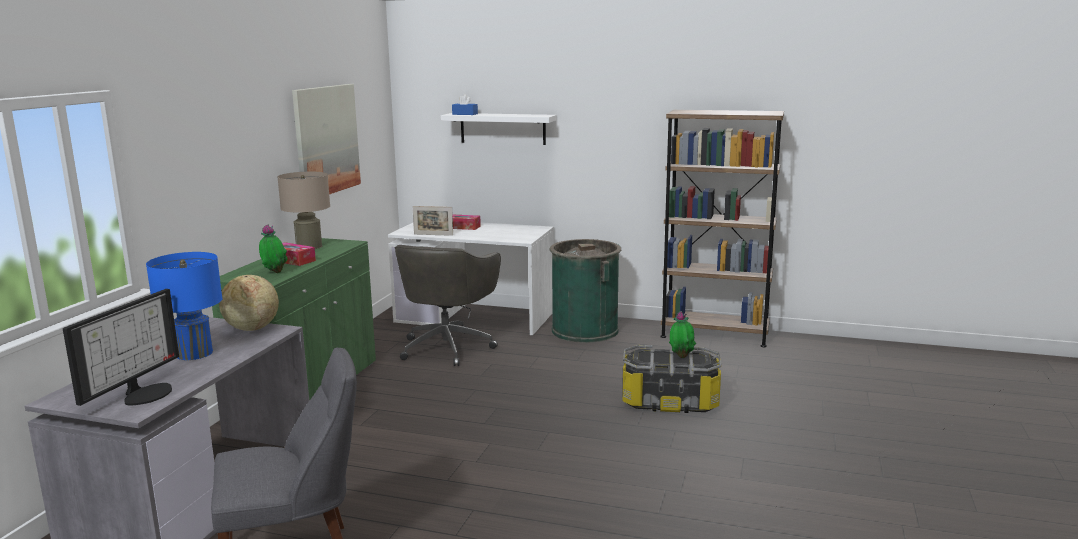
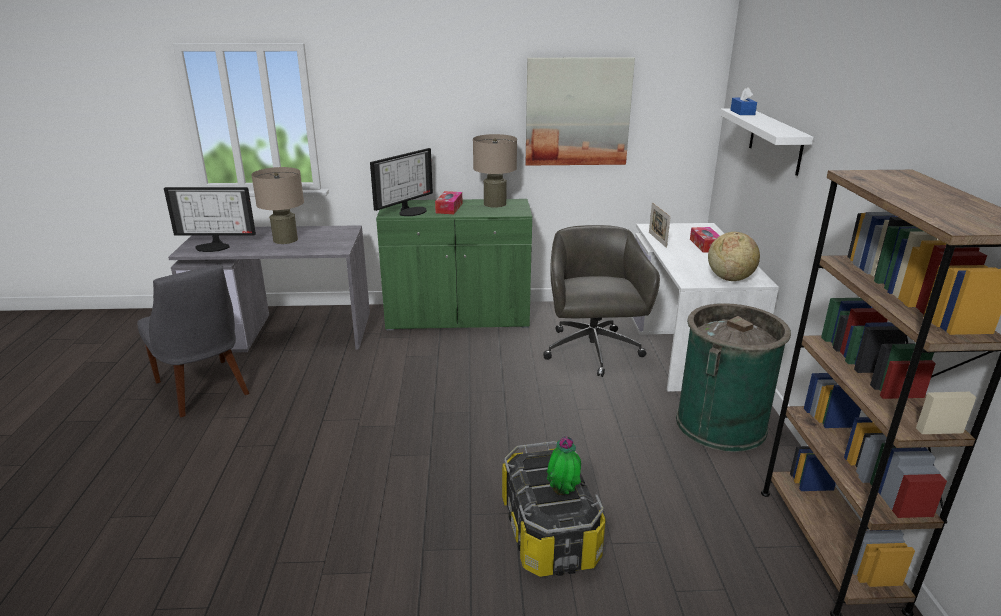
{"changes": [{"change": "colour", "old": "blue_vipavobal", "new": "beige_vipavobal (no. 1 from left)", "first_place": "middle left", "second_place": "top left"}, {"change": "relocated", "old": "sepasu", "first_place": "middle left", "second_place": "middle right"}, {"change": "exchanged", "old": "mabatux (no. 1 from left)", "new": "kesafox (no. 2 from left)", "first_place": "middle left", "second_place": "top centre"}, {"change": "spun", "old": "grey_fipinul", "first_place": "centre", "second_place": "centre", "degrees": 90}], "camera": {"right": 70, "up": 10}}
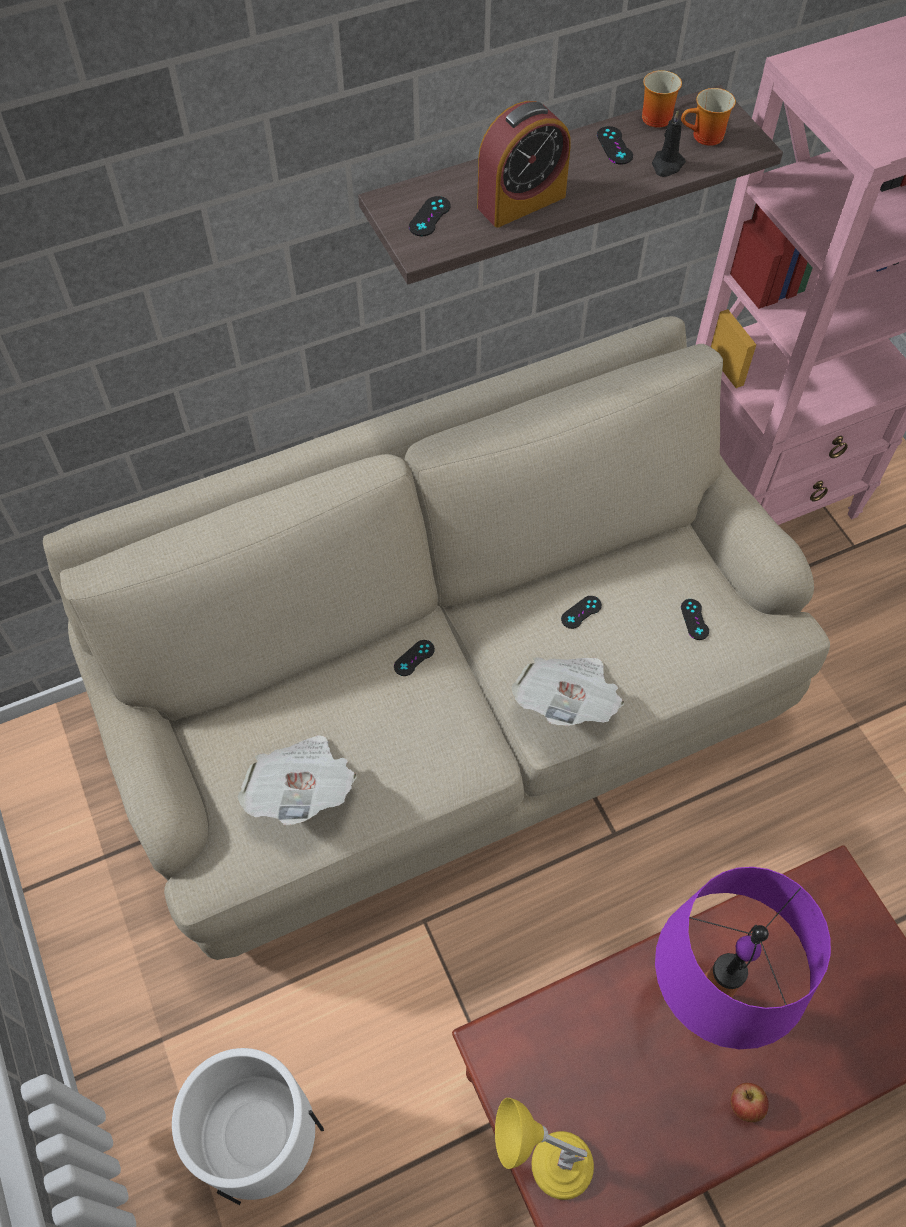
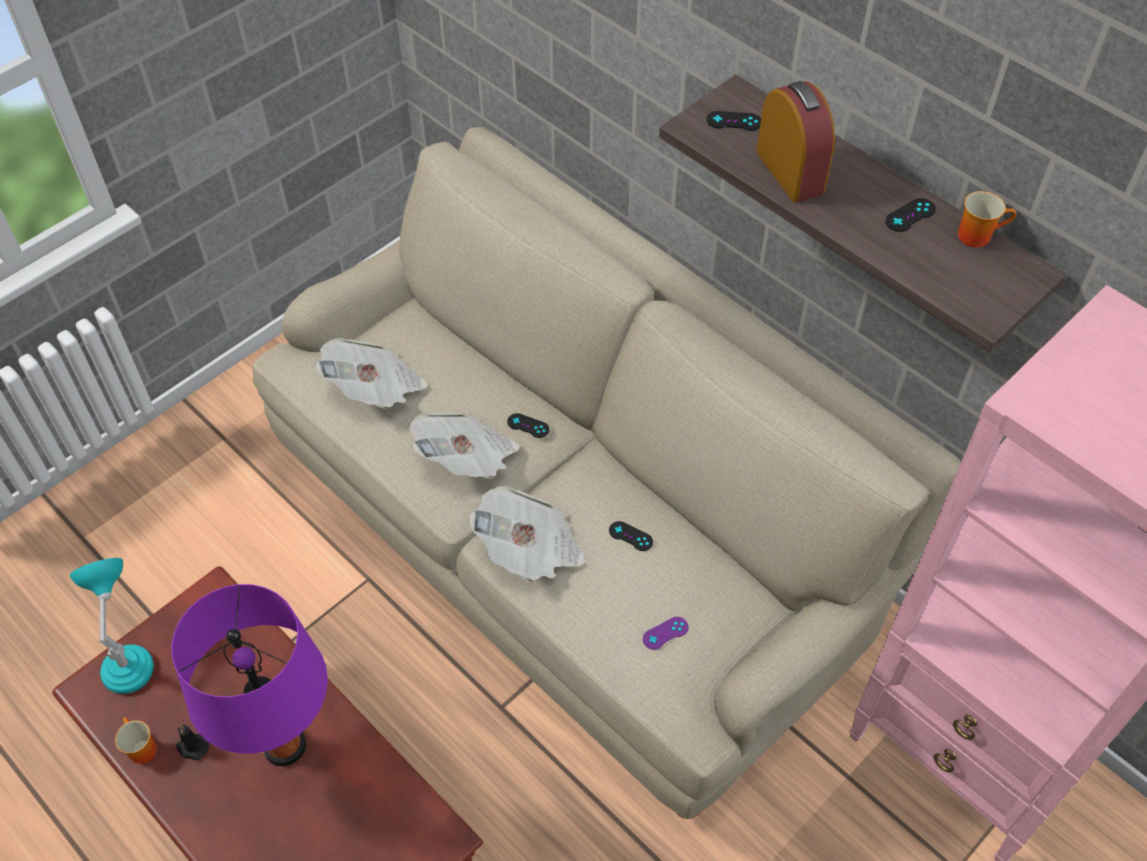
{"changes": [{"change": "missing", "old": "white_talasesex", "first_place": "bottom left"}, {"change": "spun", "old": "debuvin", "first_place": "top centre", "second_place": "top right", "degrees": -150}, {"change": "colour", "old": "yellow_vipavobal", "new": "turquoise_vipavobal", "first_place": "bottom centre", "second_place": "bottom left"}, {"change": "relocated", "old": "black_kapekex", "first_place": "top right", "second_place": "bottom left"}, {"change": "relocated", "old": "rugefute (no. 2 from left in the first image)", "new": "rugefute (no. 1 from left)", "first_place": "top right", "second_place": "bottom left"}, {"change": "colour", "old": "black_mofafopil (no. 5 from left)", "new": "purple_mofafopil", "first_place": "middle right", "second_place": "bottom centre"}, {"change": "missing", "old": "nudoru", "first_place": "bottom right"}, {"change": "appeared", "new": "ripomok (no. 2 from left)", "second_place": "centre"}], "camera": {"right": 70, "up": -5}}
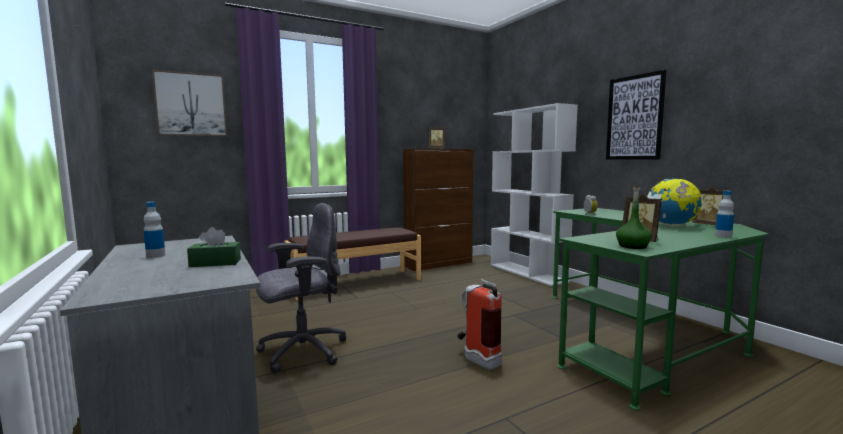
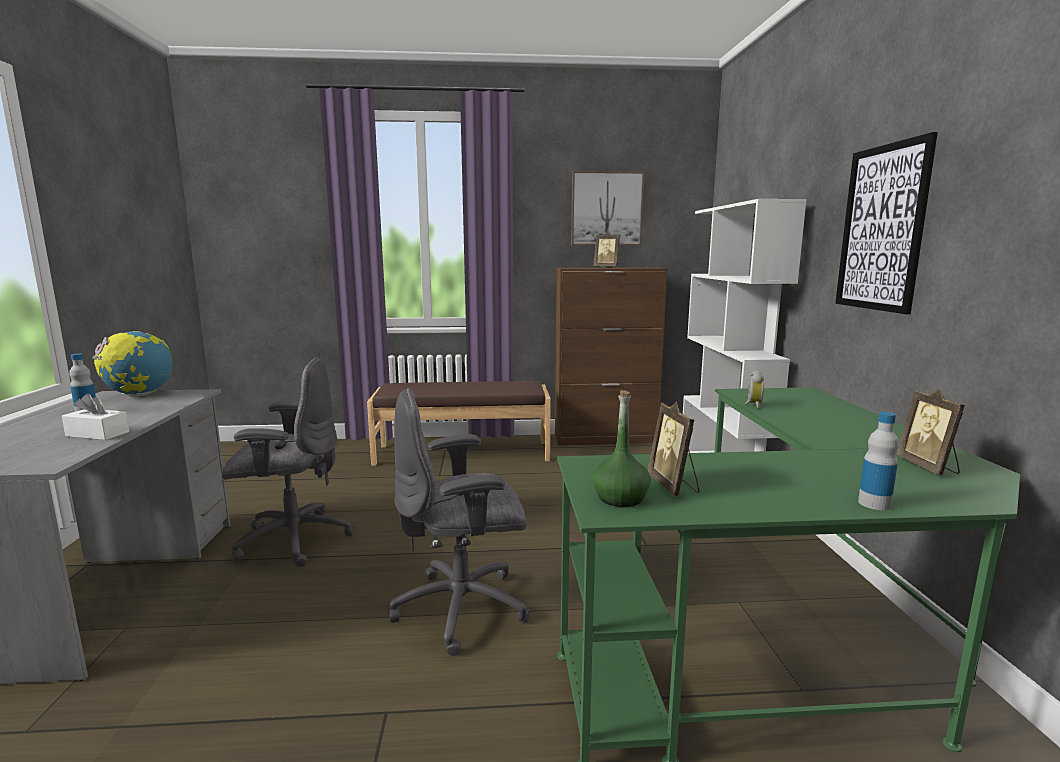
{"changes": [{"change": "relocated", "old": "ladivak (no. 1 from left)", "first_place": "top left", "second_place": "top centre"}, {"change": "colour", "old": "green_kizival", "new": "white_kizival", "first_place": "middle left", "second_place": "middle left"}, {"change": "exchanged", "old": "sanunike", "new": "grey_fipinul (no. 2 from left)", "first_place": "bottom centre", "second_place": "bottom centre"}, {"change": "relocated", "old": "sepasu", "first_place": "middle right", "second_place": "middle left"}], "camera": {"right": 25, "up": 5}}
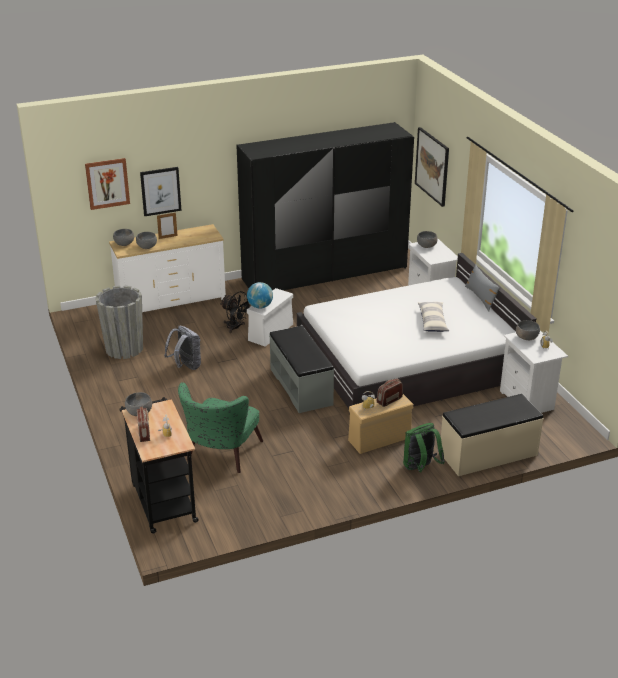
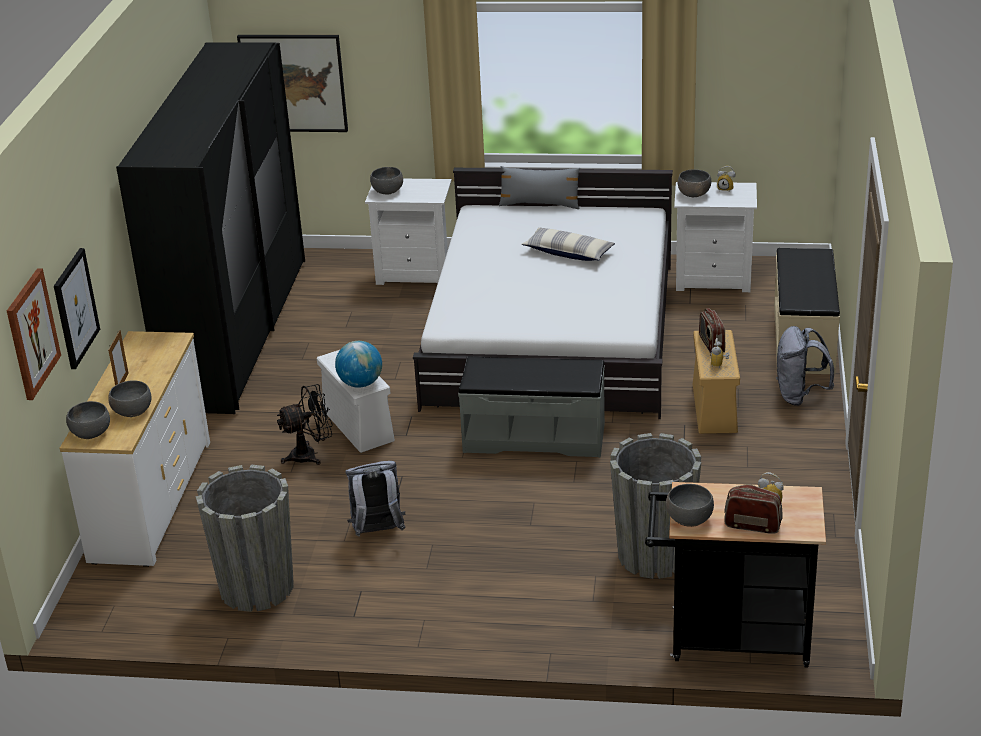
{"changes": [{"change": "exchanged", "old": "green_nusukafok", "new": "grey_talasesex (no. 2 from left)", "first_place": "centre", "second_place": "bottom right"}, {"change": "colour", "old": "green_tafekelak", "new": "grey_tafekelak (no. 2 from left)", "first_place": "middle right", "second_place": "middle right"}], "camera": {"right": -60, "up": 0}}
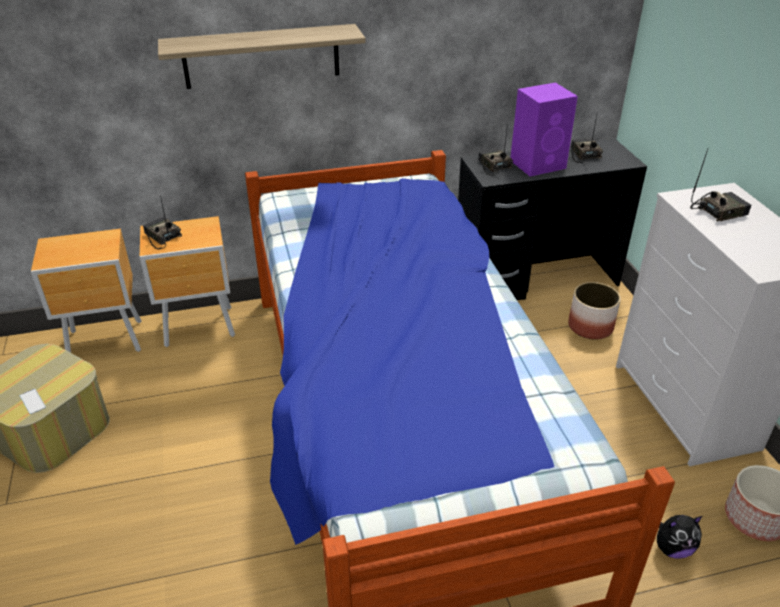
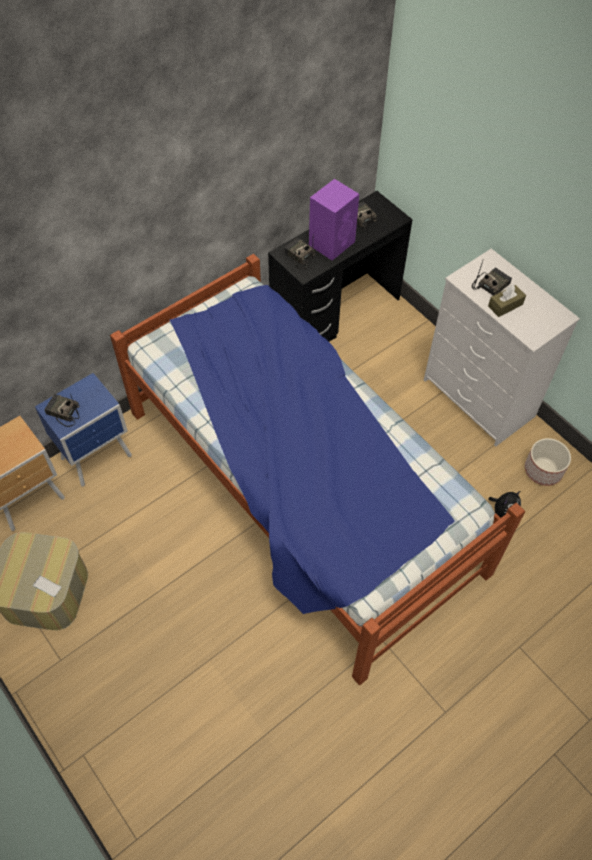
{"changes": [{"change": "colour", "old": "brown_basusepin (no. 2 from left)", "new": "blue_basusepin", "first_place": "middle left", "second_place": "middle left"}, {"change": "missing", "old": "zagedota", "first_place": "top centre"}, {"change": "missing", "old": "talasesex (no. 1 from left)", "first_place": "middle right"}, {"change": "appeared", "new": "brown_kizival", "second_place": "middle right"}], "camera": {"right": -25, "up": 20}}
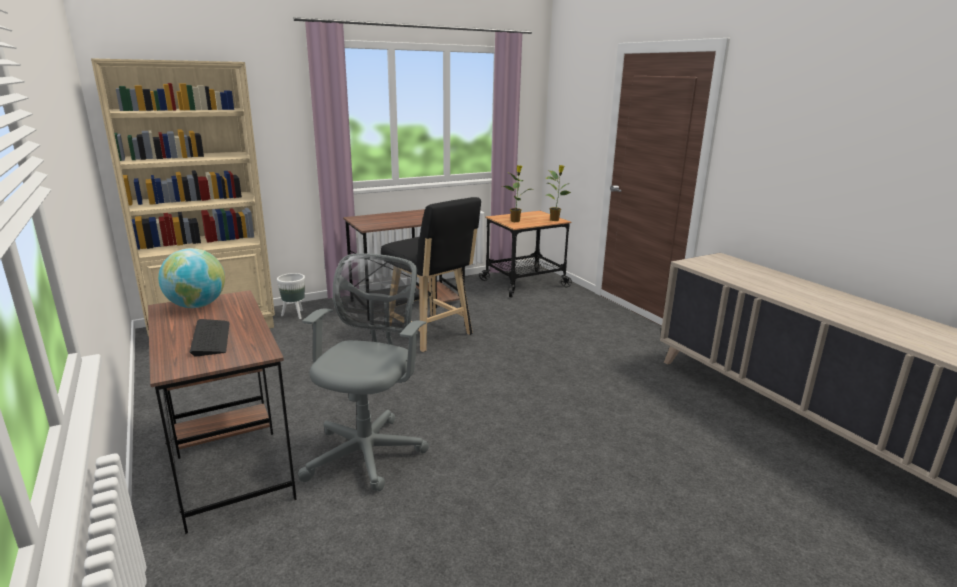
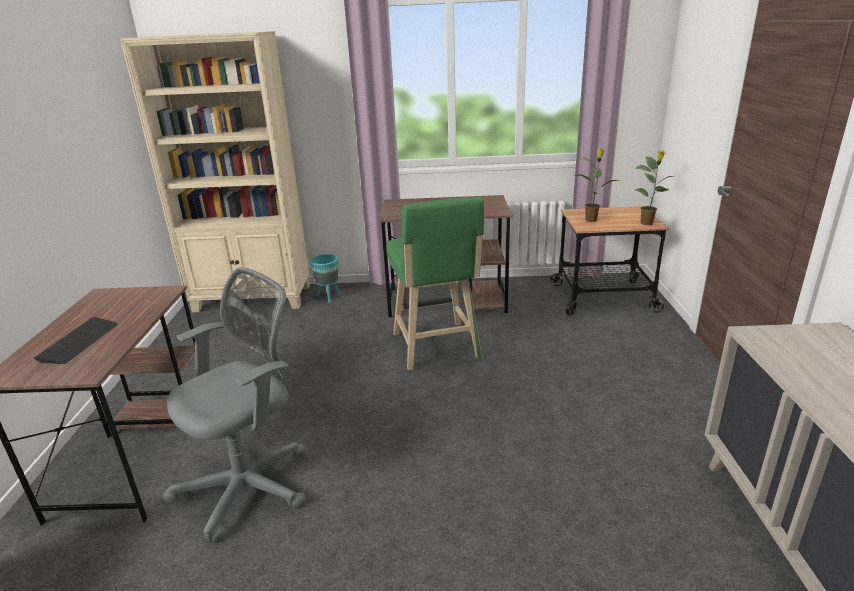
{"changes": [{"change": "missing", "old": "sepasu", "first_place": "middle left"}, {"change": "colour", "old": "white_talasesex", "new": "turquoise_talasesex", "first_place": "middle left", "second_place": "centre"}, {"change": "colour", "old": "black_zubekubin", "new": "green_zubekubin", "first_place": "centre", "second_place": "centre"}], "camera": {"right": 30, "up": 5}}
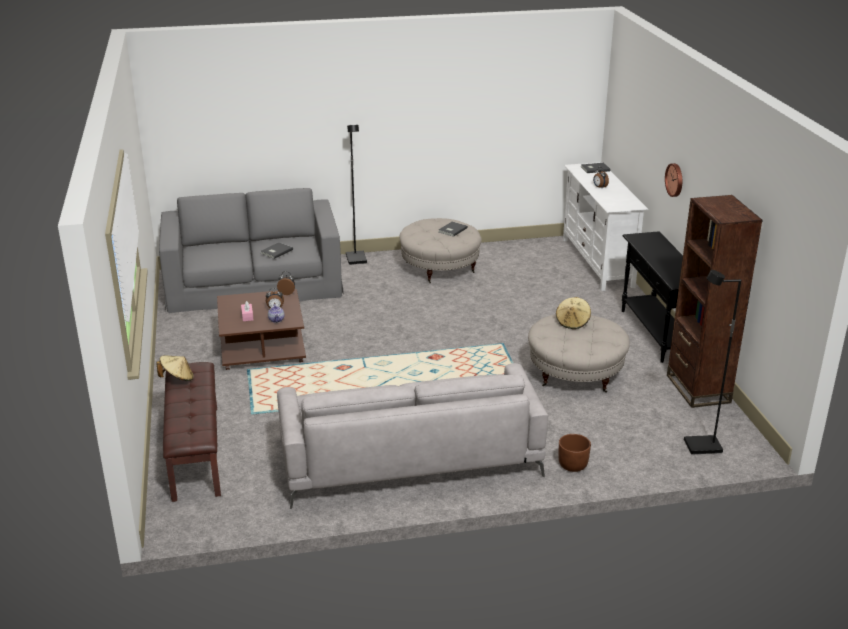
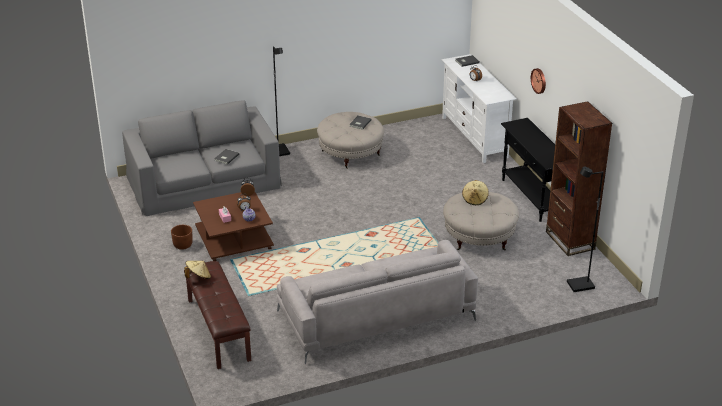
{"changes": [{"change": "relocated", "old": "brown_talasesex", "first_place": "bottom right", "second_place": "middle left"}], "camera": {"right": -10, "up": 5}}
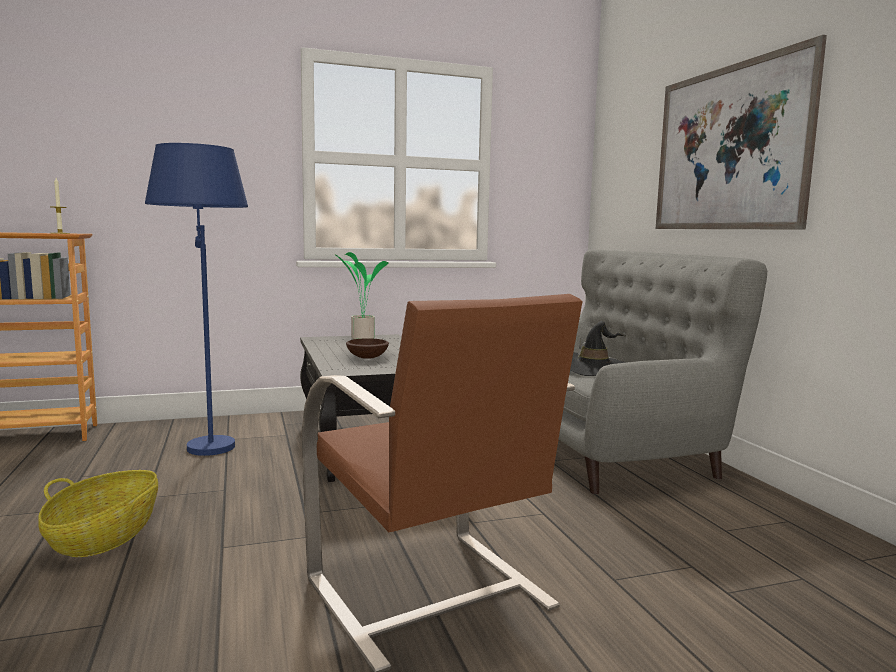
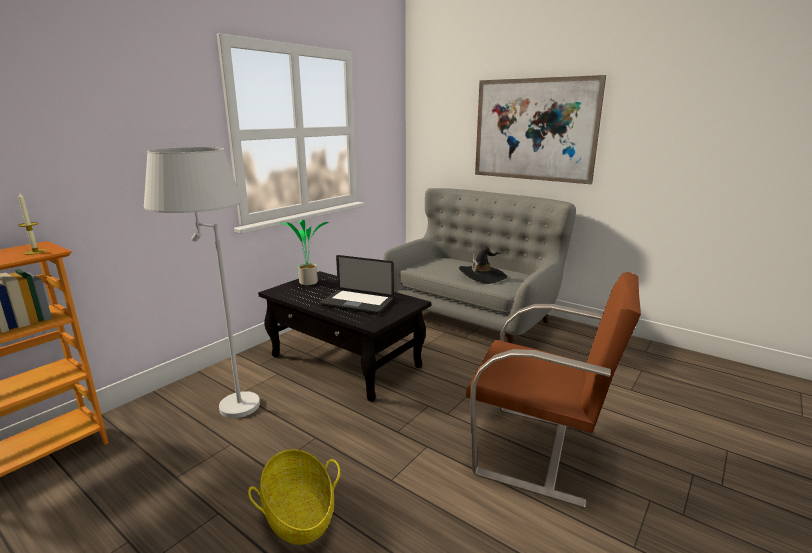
{"changes": [{"change": "colour", "old": "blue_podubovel", "new": "white_podubovel", "first_place": "middle left", "second_place": "middle left"}, {"change": "exchanged", "old": "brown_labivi", "new": "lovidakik", "first_place": "centre", "second_place": "centre"}], "camera": {"right": -35, "up": 10}}
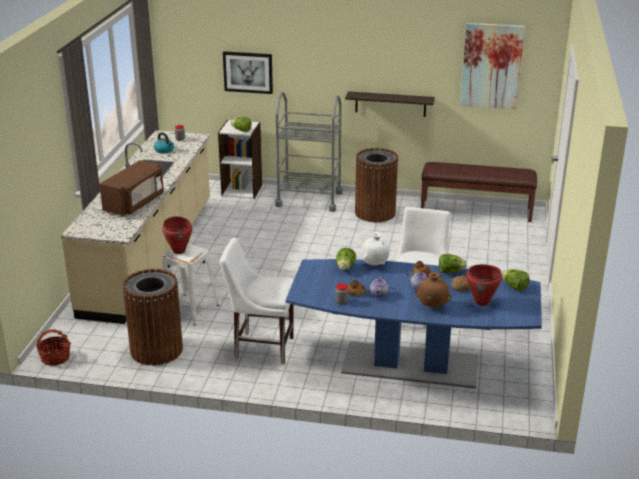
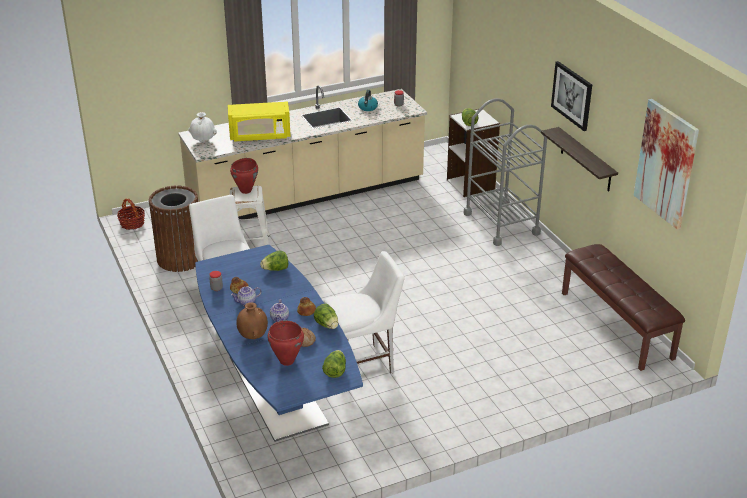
{"changes": [{"change": "colour", "old": "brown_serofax", "new": "yellow_serofax", "first_place": "middle left", "second_place": "top centre"}, {"change": "relocated", "old": "ladivak (no. 1 from left)", "first_place": "top centre", "second_place": "top right"}, {"change": "missing", "old": "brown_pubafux (no. 2 from left)", "first_place": "centre"}, {"change": "relocated", "old": "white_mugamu", "first_place": "centre", "second_place": "top left"}], "camera": {"right": 55, "up": 5}}
